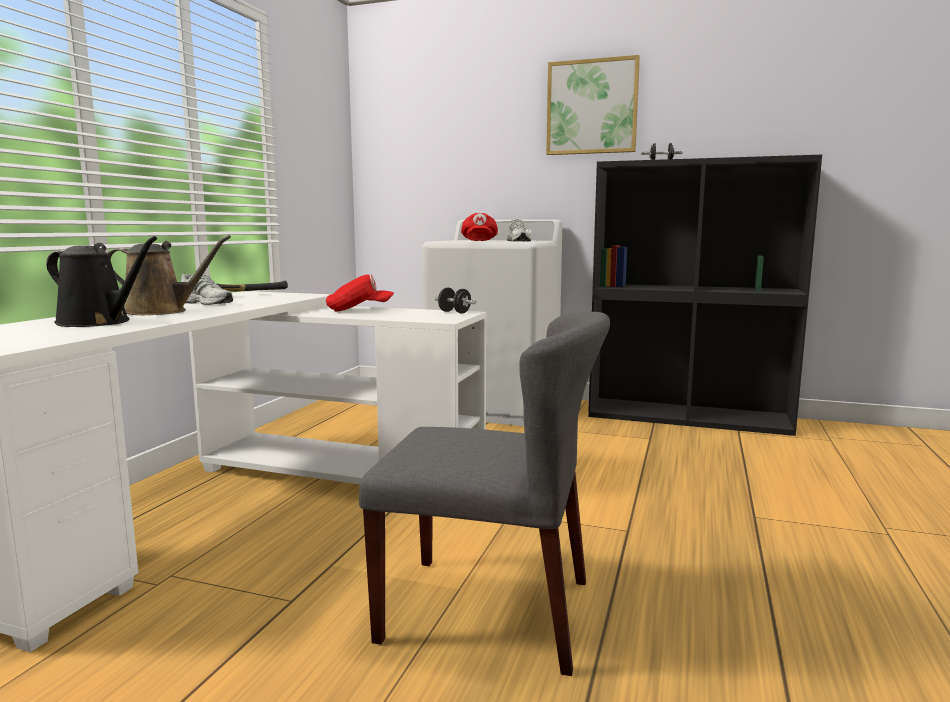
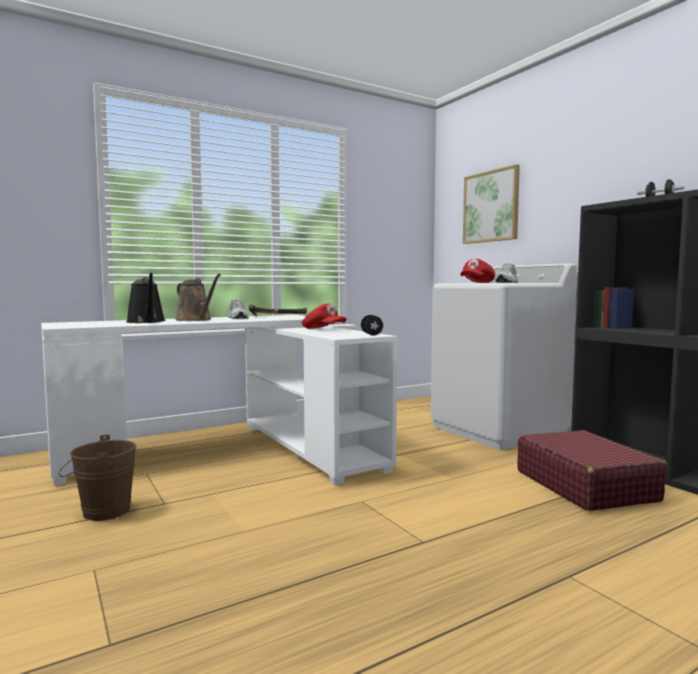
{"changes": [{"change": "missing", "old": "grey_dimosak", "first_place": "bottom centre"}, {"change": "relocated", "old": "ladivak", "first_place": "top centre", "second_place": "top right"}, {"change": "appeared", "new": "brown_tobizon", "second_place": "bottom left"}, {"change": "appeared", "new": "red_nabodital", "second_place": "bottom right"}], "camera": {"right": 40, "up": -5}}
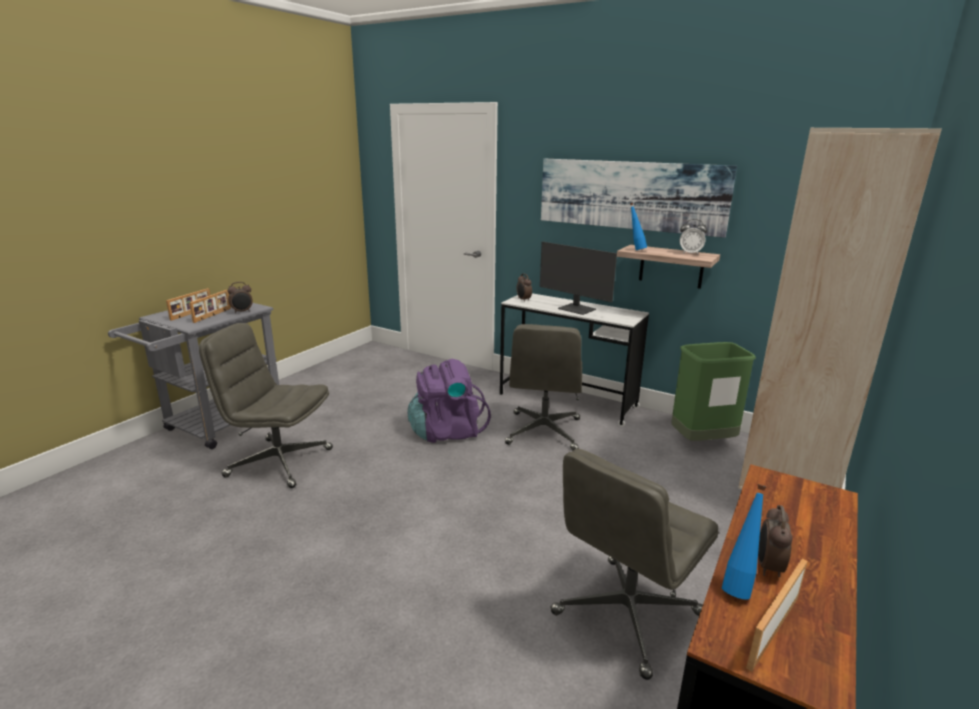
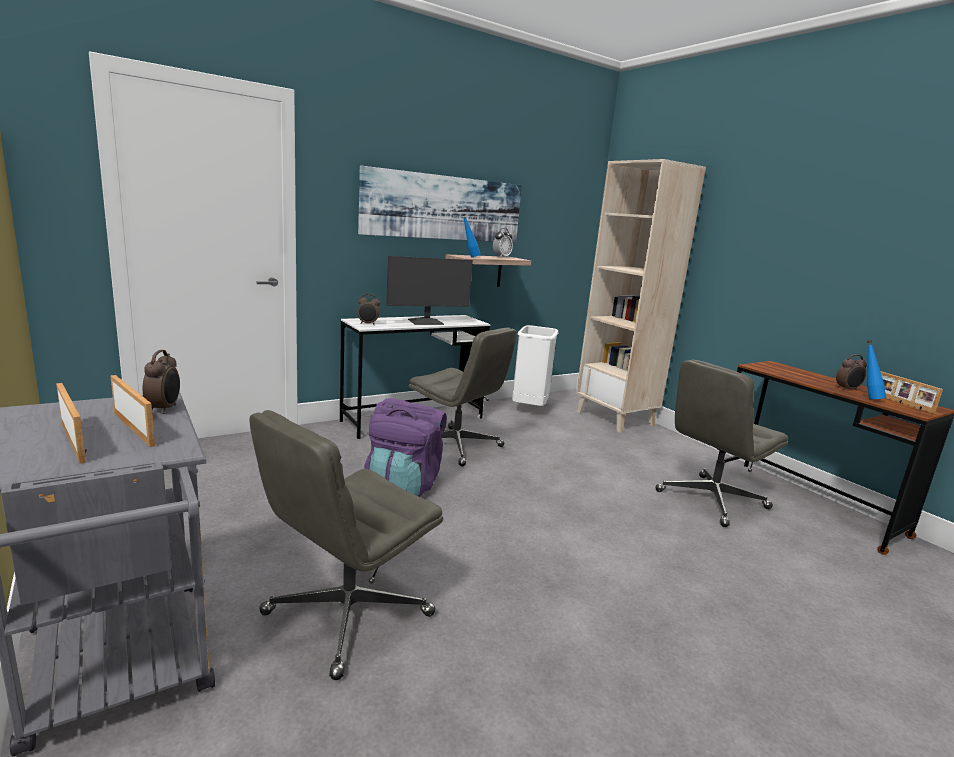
{"changes": [{"change": "spun", "old": "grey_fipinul (no. 3 from left)", "first_place": "bottom centre", "second_place": "middle right", "degrees": 75}, {"change": "colour", "old": "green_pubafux", "new": "white_pubafux", "first_place": "middle right", "second_place": "centre"}, {"change": "spun", "old": "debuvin (no. 4 from left)", "first_place": "bottom right", "second_place": "middle right", "degrees": -60}], "camera": {"right": -65, "up": -5}}
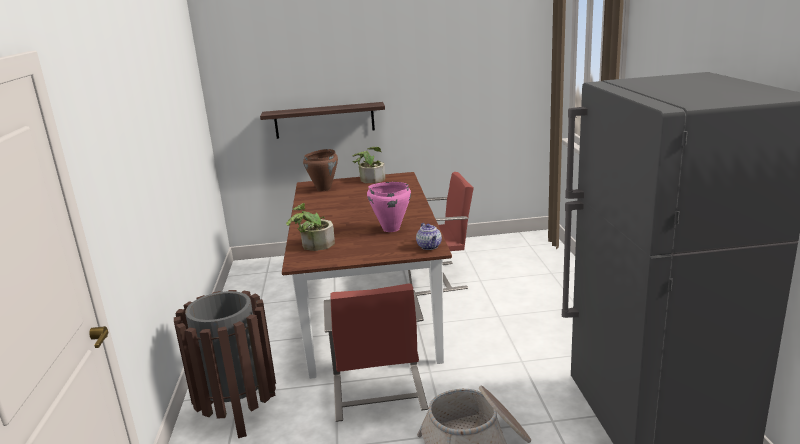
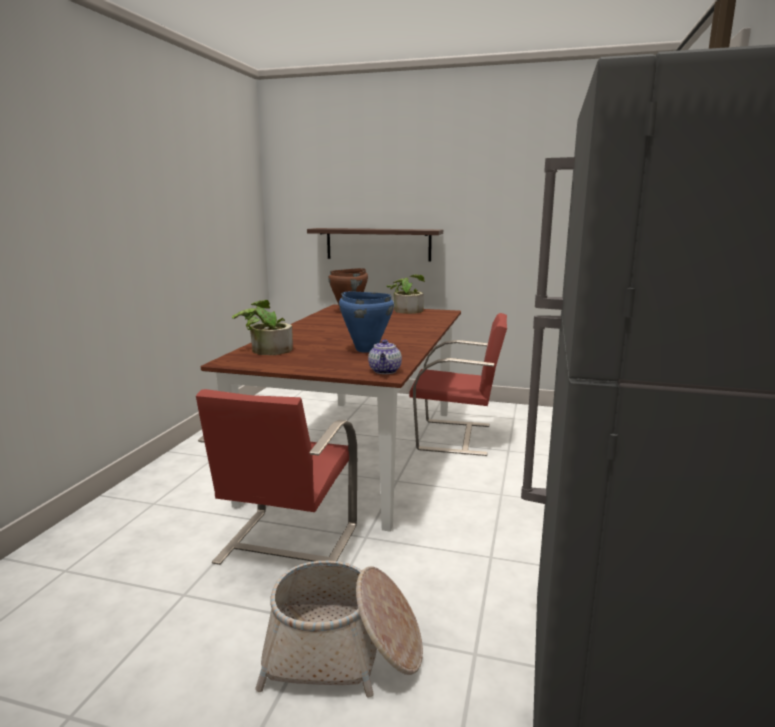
{"changes": [{"change": "missing", "old": "brown_pubafux", "first_place": "bottom left"}, {"change": "colour", "old": "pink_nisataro", "new": "blue_nisataro", "first_place": "centre", "second_place": "centre"}], "camera": {"right": 20, "up": -5}}
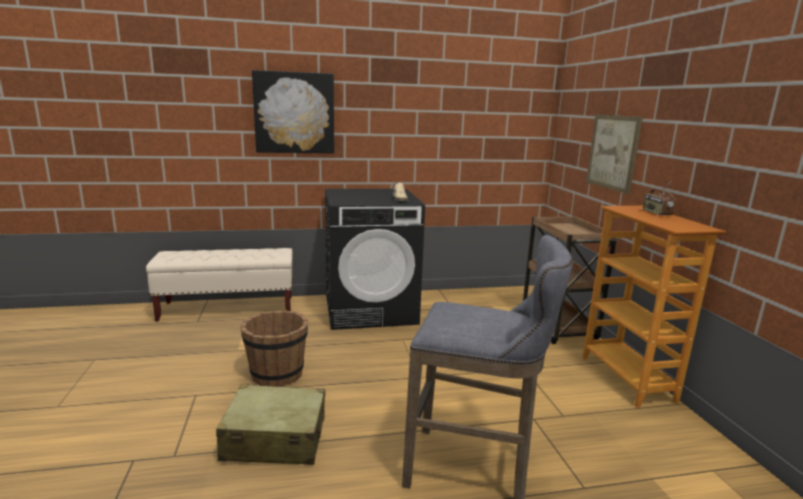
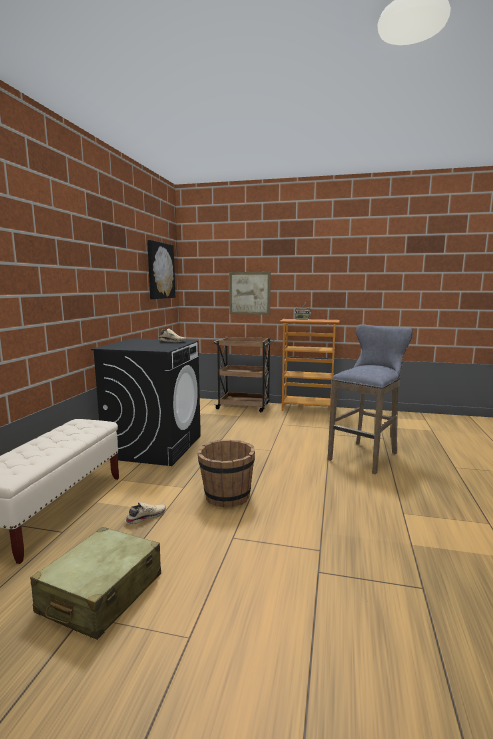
{"changes": [{"change": "relocated", "old": "beige_nabodital", "first_place": "bottom centre", "second_place": "bottom left"}, {"change": "relocated", "old": "ladivak (no. 1 from left)", "first_place": "top centre", "second_place": "middle left"}, {"change": "appeared", "new": "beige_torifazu (no. 1 from left)", "second_place": "bottom left"}], "camera": {"right": -65, "up": -5}}
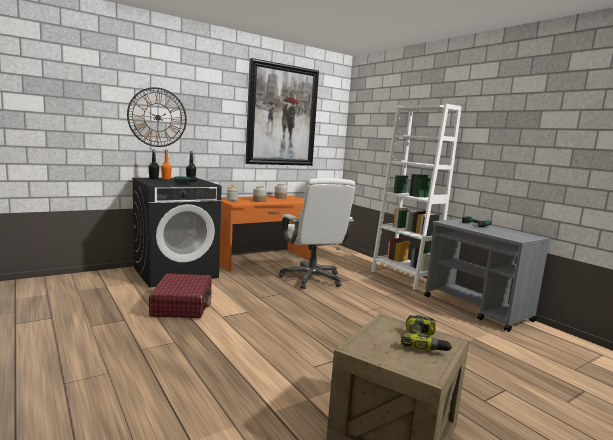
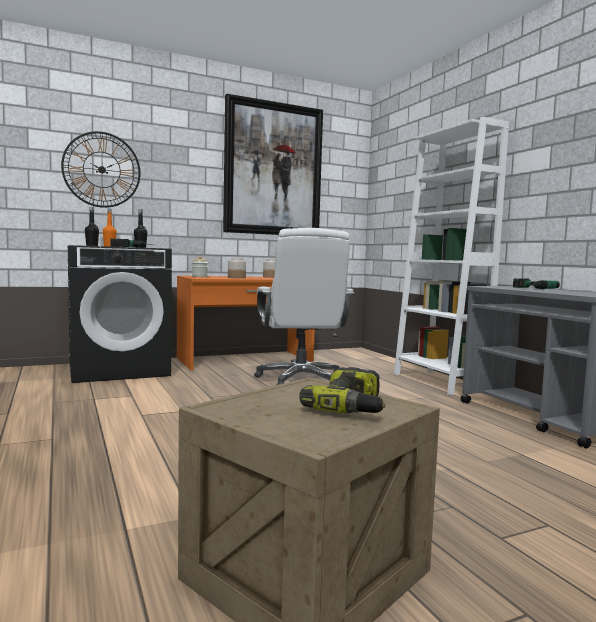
{"changes": [{"change": "missing", "old": "red_nabodital", "first_place": "bottom left"}], "camera": {"right": 10, "up": -5}}
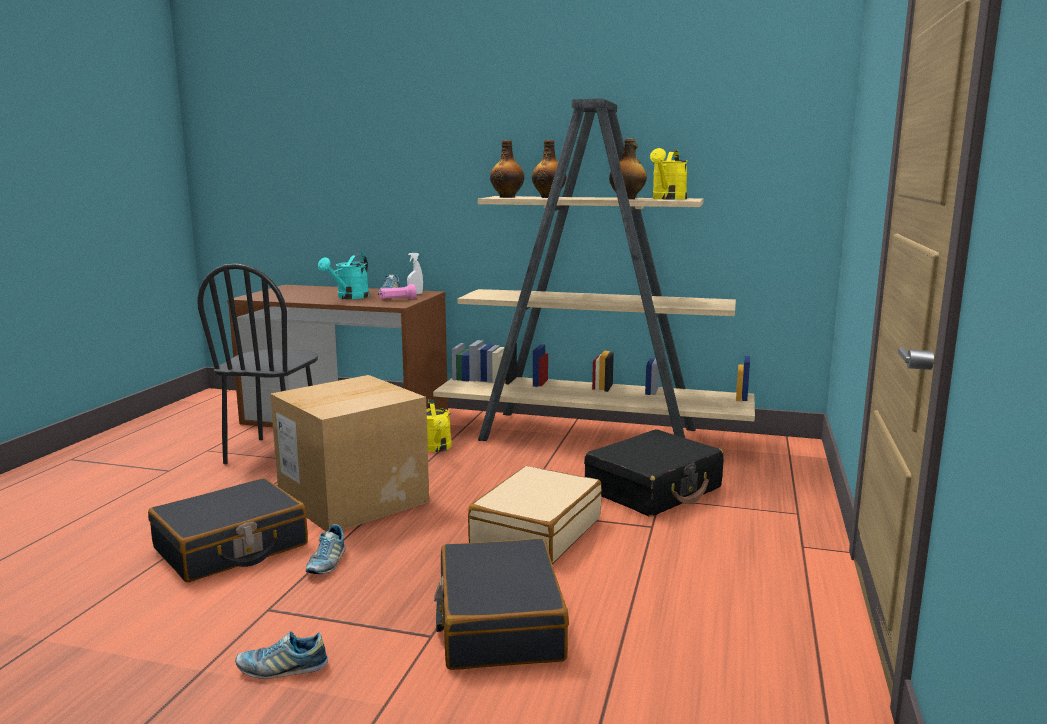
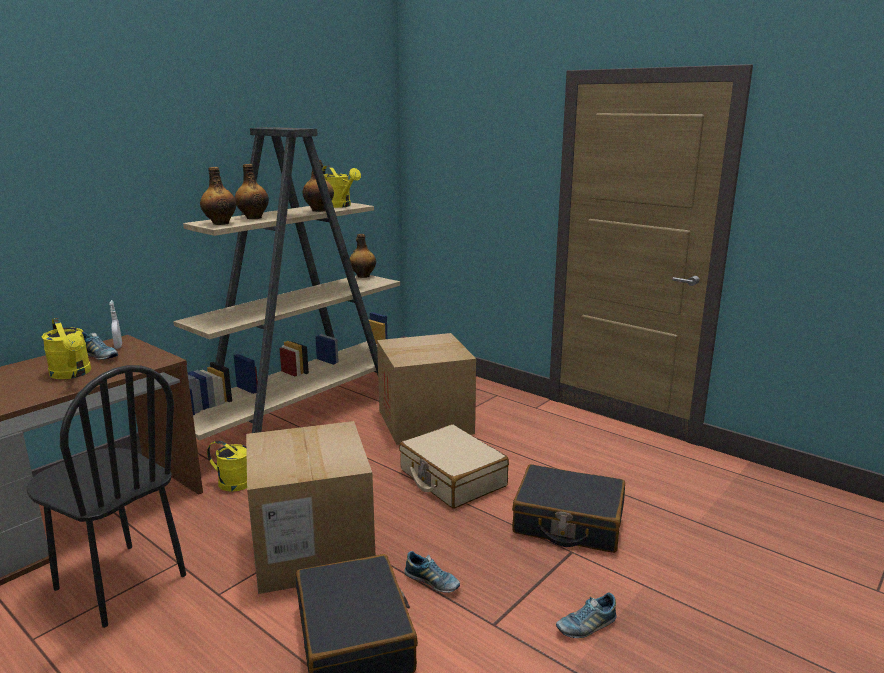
{"changes": [{"change": "spun", "old": "torifazu (no. 1 from left in the first image)", "first_place": "bottom left", "second_place": "bottom centre", "degrees": 45}, {"change": "colour", "old": "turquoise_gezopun", "new": "yellow_gezopun (no. 1 from left)", "first_place": "middle left", "second_place": "middle left"}, {"change": "missing", "old": "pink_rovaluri", "first_place": "centre"}, {"change": "exchanged", "old": "black_nabodital (no. 3 from left)", "new": "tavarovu (no. 2 from left)", "first_place": "centre", "second_place": "centre"}, {"change": "appeared", "new": "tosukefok (no. 4 from left)", "second_place": "centre"}], "camera": {"right": -65, "up": 5}}
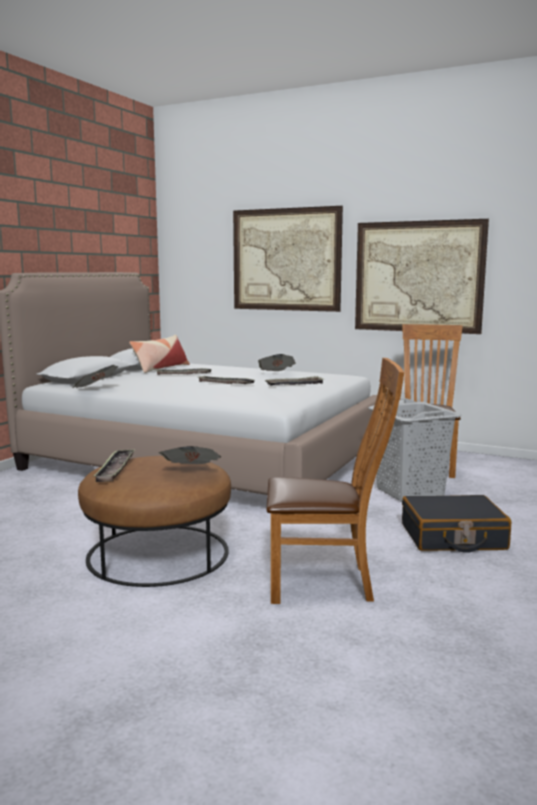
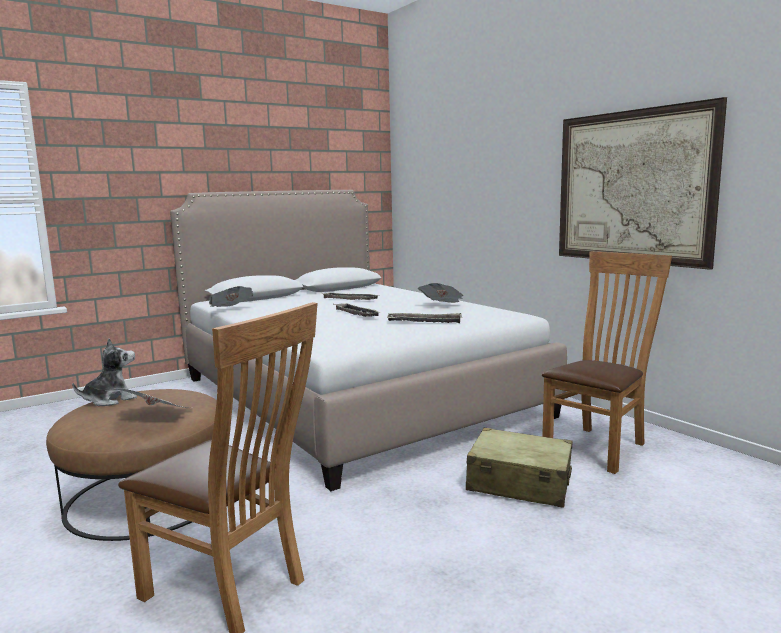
{"changes": [{"change": "exchanged", "old": "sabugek (no. 1 from left)", "new": "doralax", "first_place": "middle left", "second_place": "middle left"}, {"change": "missing", "old": "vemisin", "first_place": "middle left"}, {"change": "missing", "old": "ladivak (no. 1 from left)", "first_place": "top centre"}, {"change": "exchanged", "old": "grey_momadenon", "new": "beige_nabodital", "first_place": "middle right", "second_place": "bottom centre"}, {"change": "missing", "old": "black_nabodital", "first_place": "middle right"}], "camera": {"right": 30, "up": 0}}
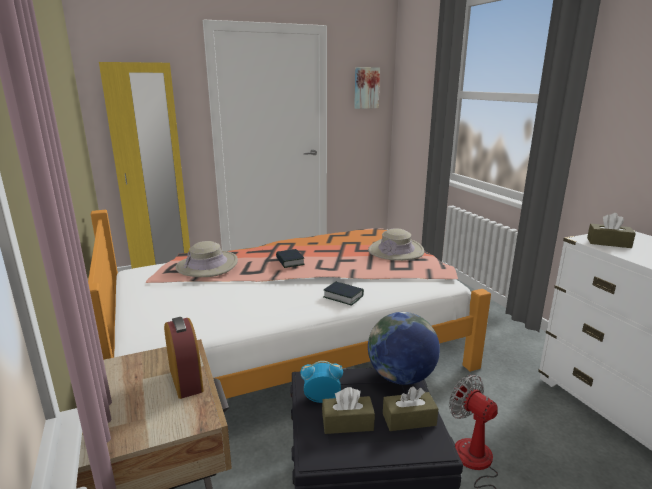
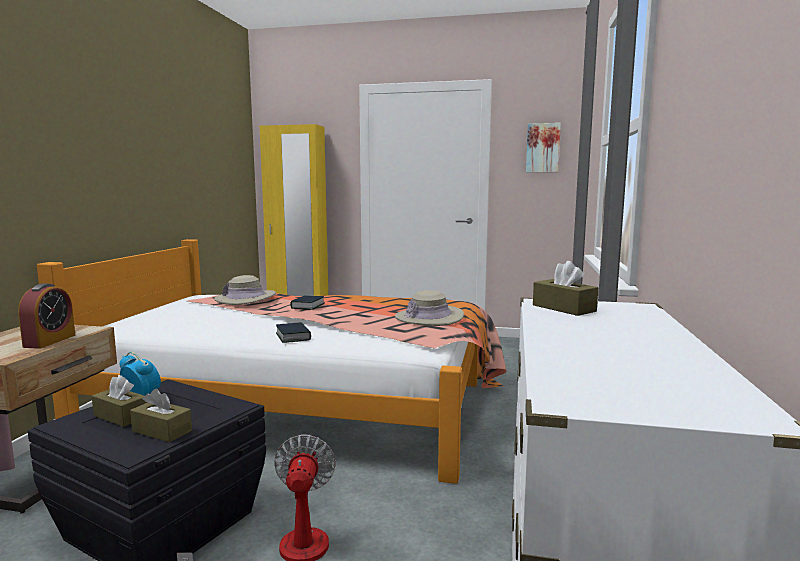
{"changes": [{"change": "missing", "old": "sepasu", "first_place": "bottom centre"}], "camera": {"right": 35, "up": -10}}
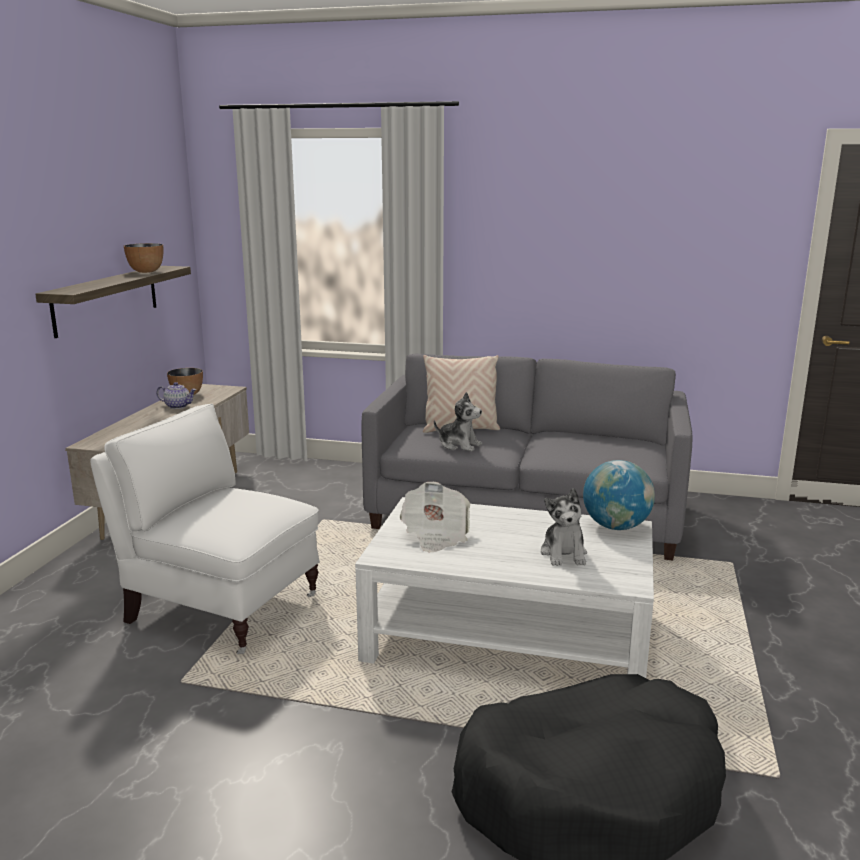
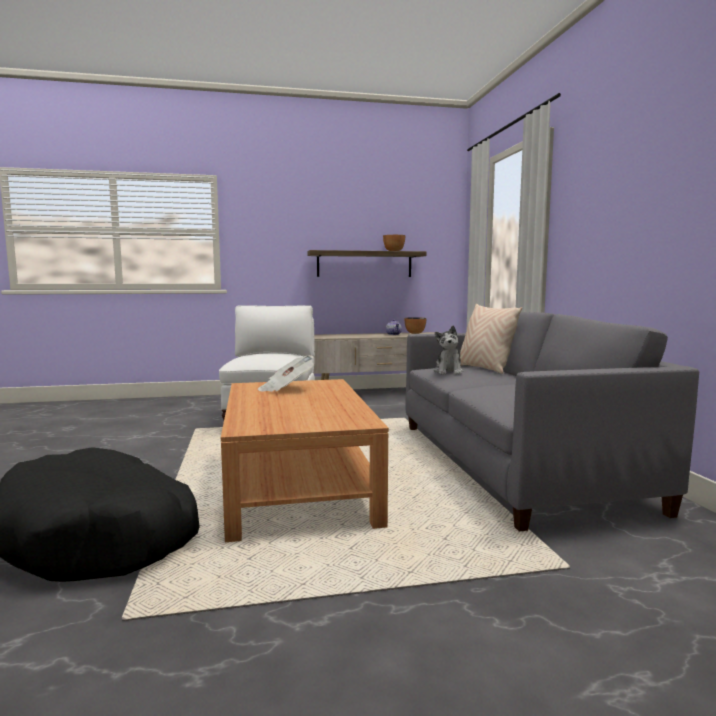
{"changes": [{"change": "colour", "old": "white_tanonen", "new": "brown_tanonen", "first_place": "bottom centre", "second_place": "centre"}, {"change": "missing", "old": "doralax (no. 2 from left)", "first_place": "centre"}, {"change": "missing", "old": "sepasu", "first_place": "middle right"}], "camera": {"right": 65, "up": -10}}
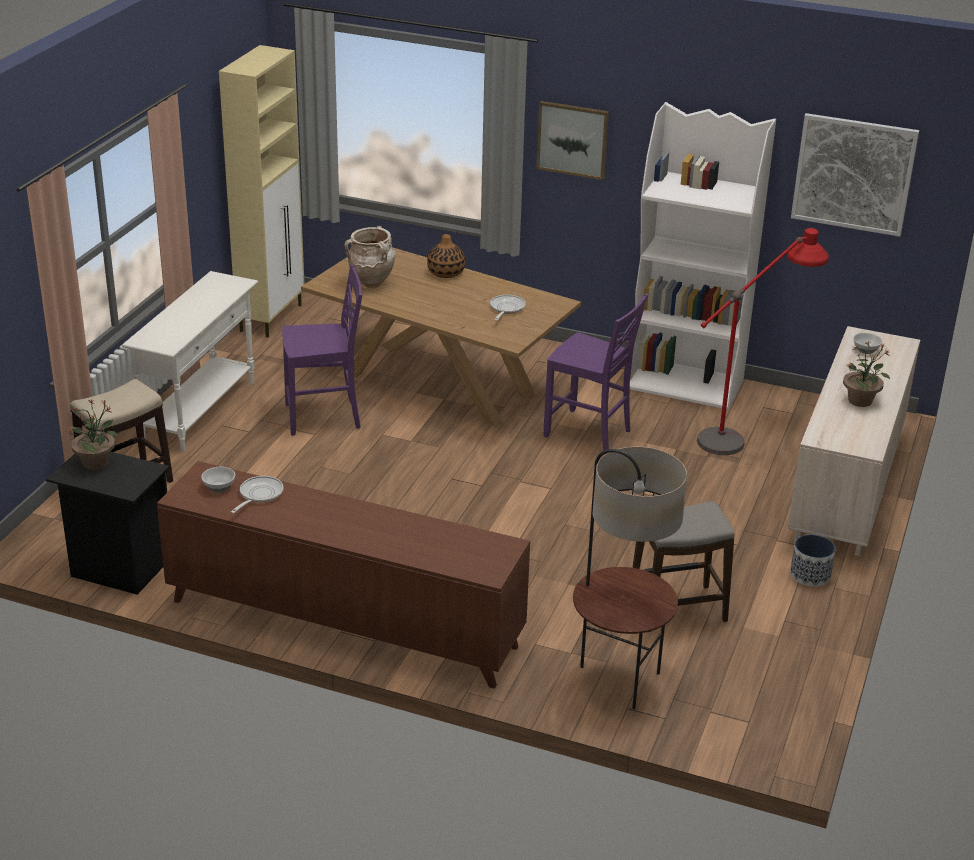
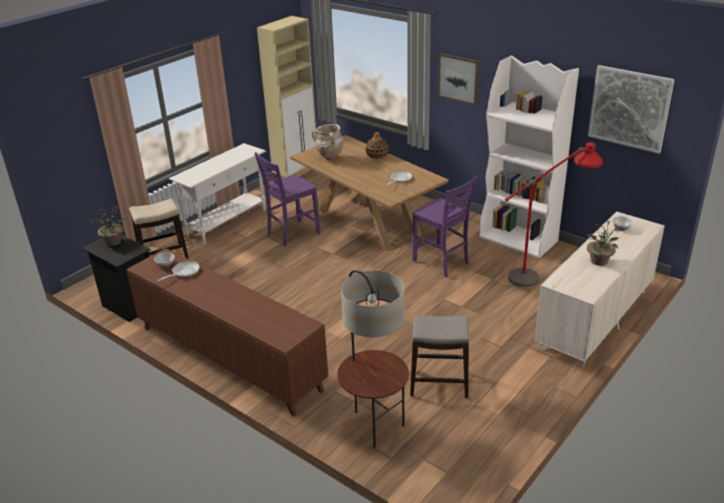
{"changes": [{"change": "spun", "old": "purple_dimosak (no. 1 from left)", "first_place": "middle left", "second_place": "centre", "degrees": 135}, {"change": "missing", "old": "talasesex", "first_place": "middle right"}], "camera": {"right": 20, "up": 0}}
